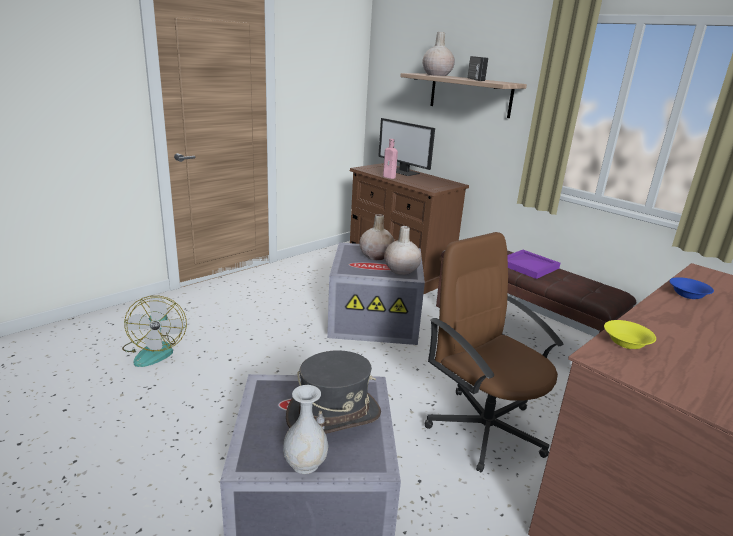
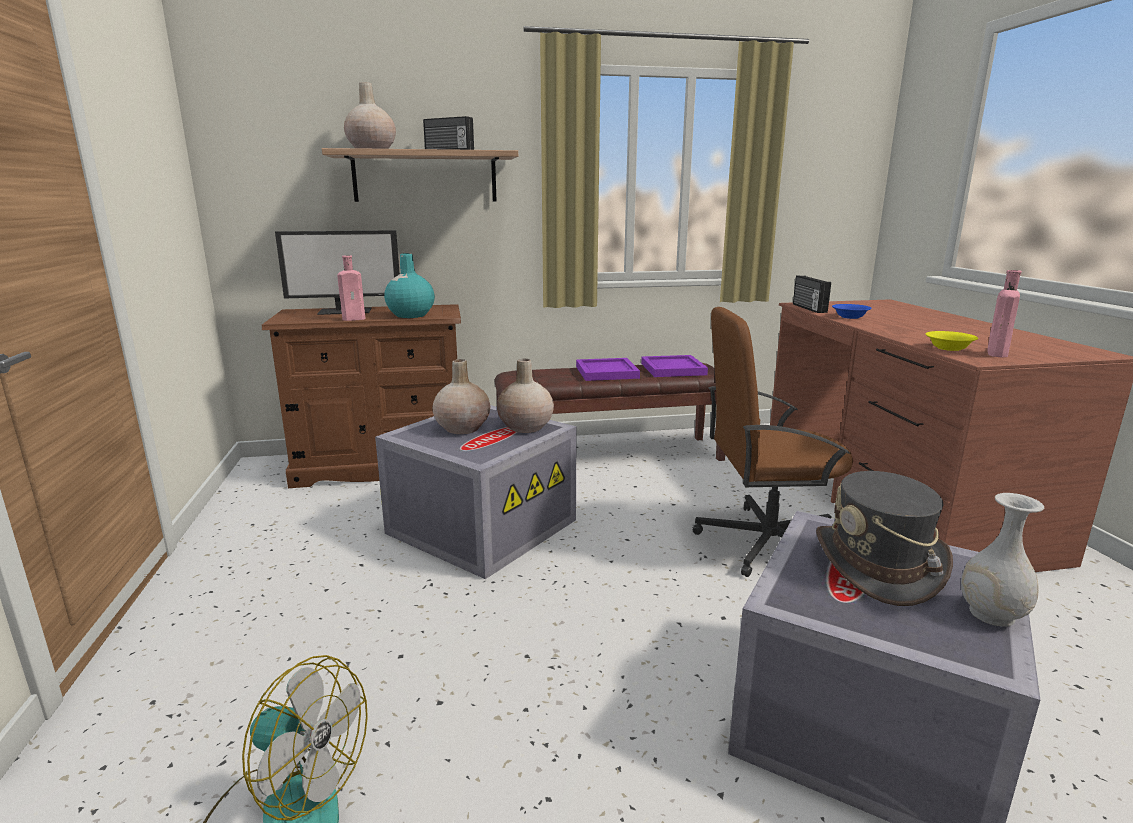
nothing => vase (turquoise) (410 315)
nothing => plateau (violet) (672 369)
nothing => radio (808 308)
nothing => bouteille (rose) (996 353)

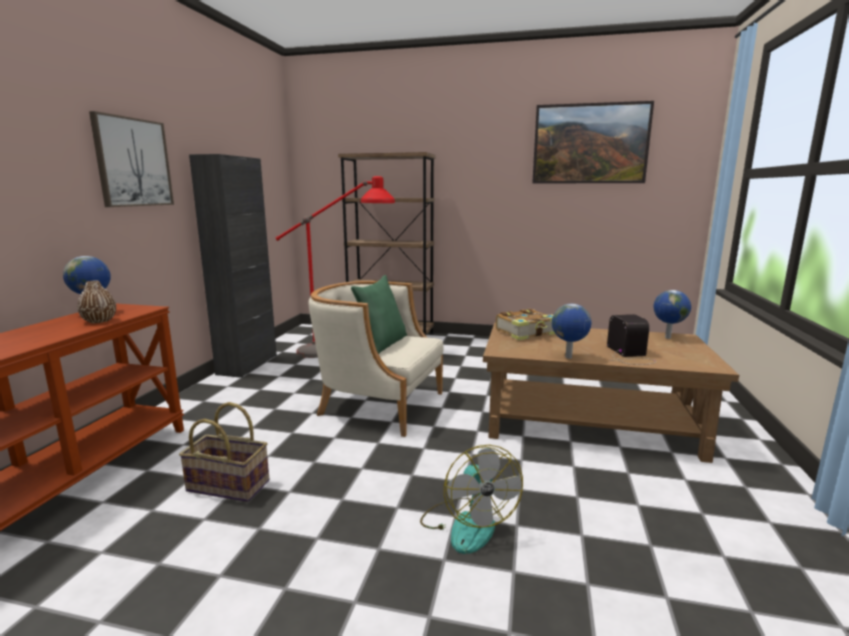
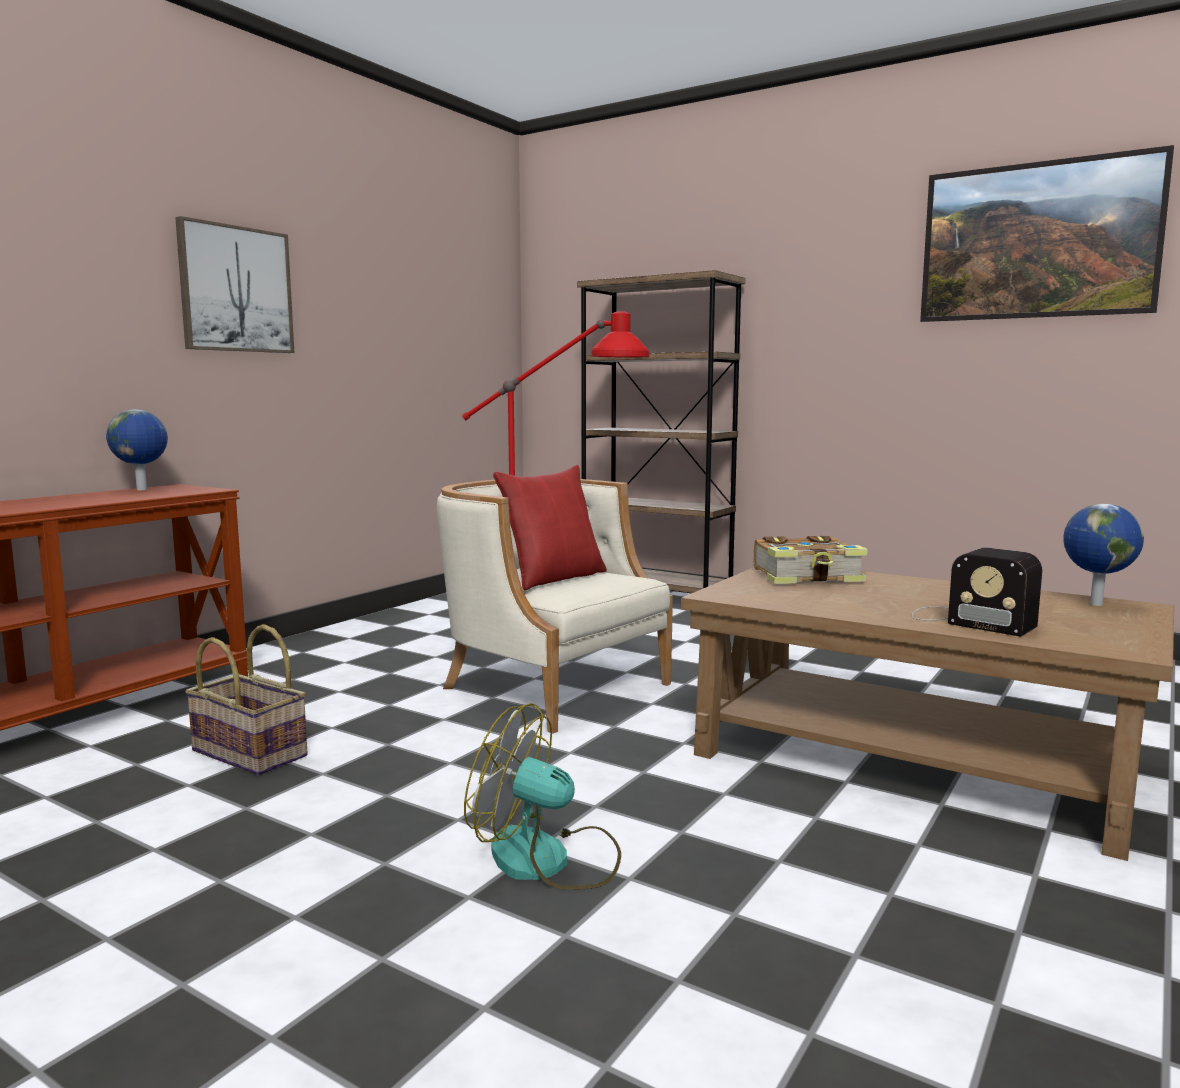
vase (marron) (99 321) => nothing
meuble de rangement (noir) (247 364) => nothing
globe (568 357) => nothing
coussin (vert) (382 344) => coussin (rouge) (553 578)
ventilateur (467 524) => ventilateur (548 860), 105 degrees clockwise
radio (629 355) => radio (967 620), 120 degrees clockwise

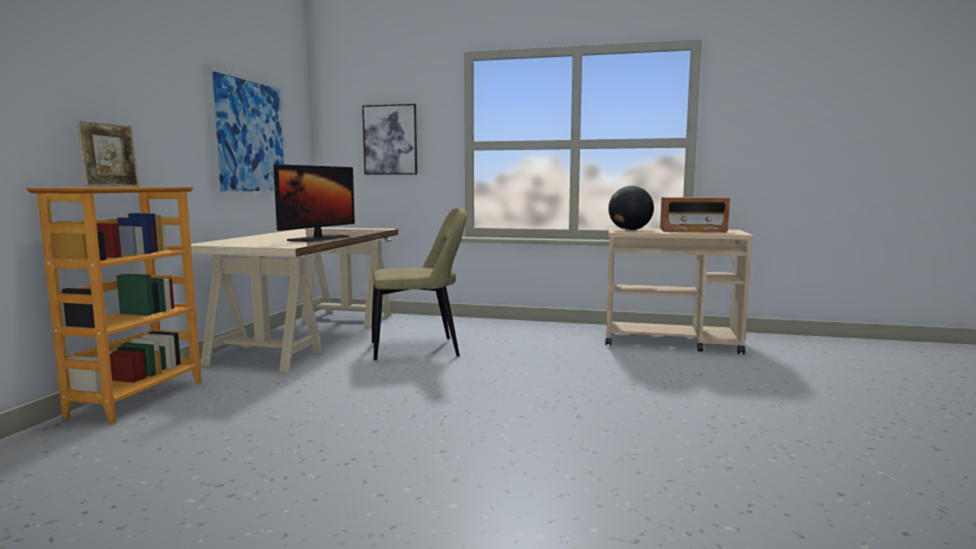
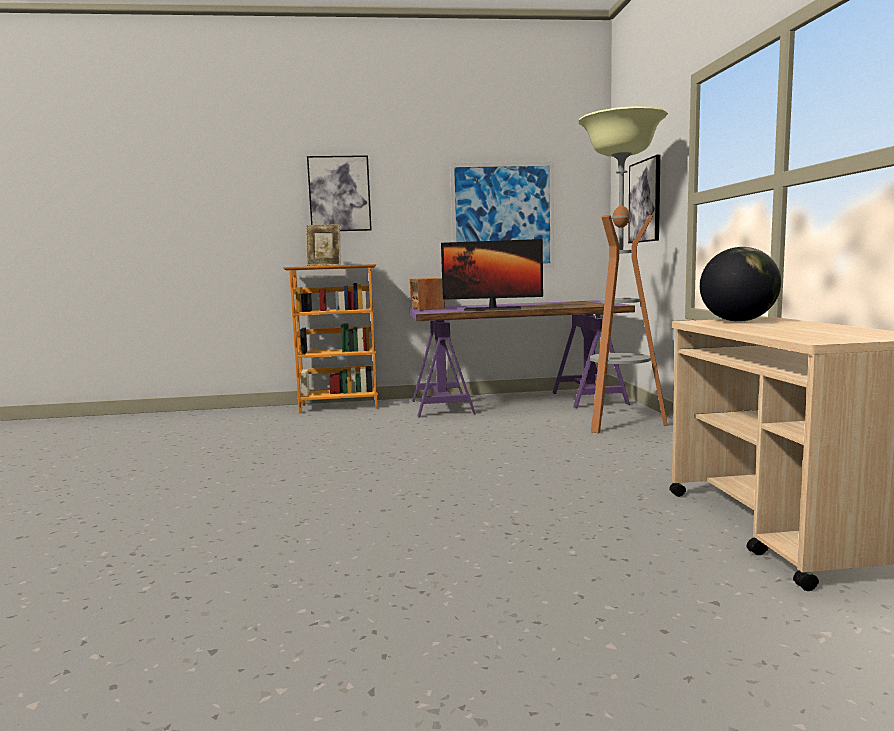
chaise (beige) (419 349) => nothing
nothing => tableau (339 194)
nothing => lampadaire (619 423)
radio (692 231) => radio (426 308), move
bureau (beige) (309 336) => bureau (violet) (516 402)

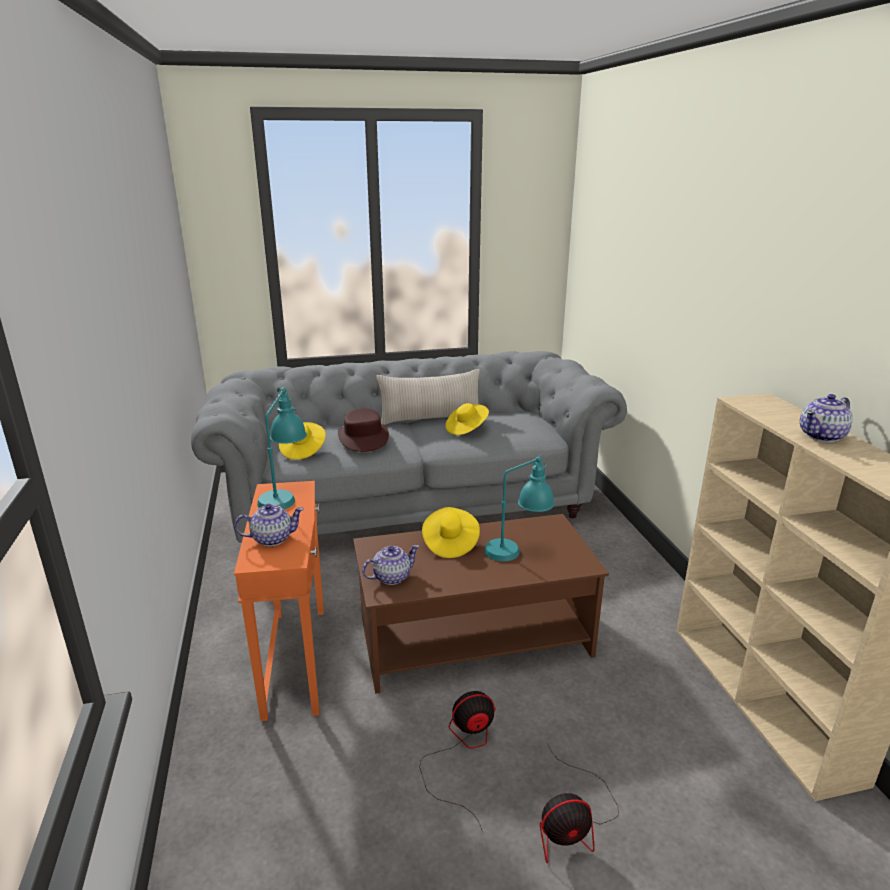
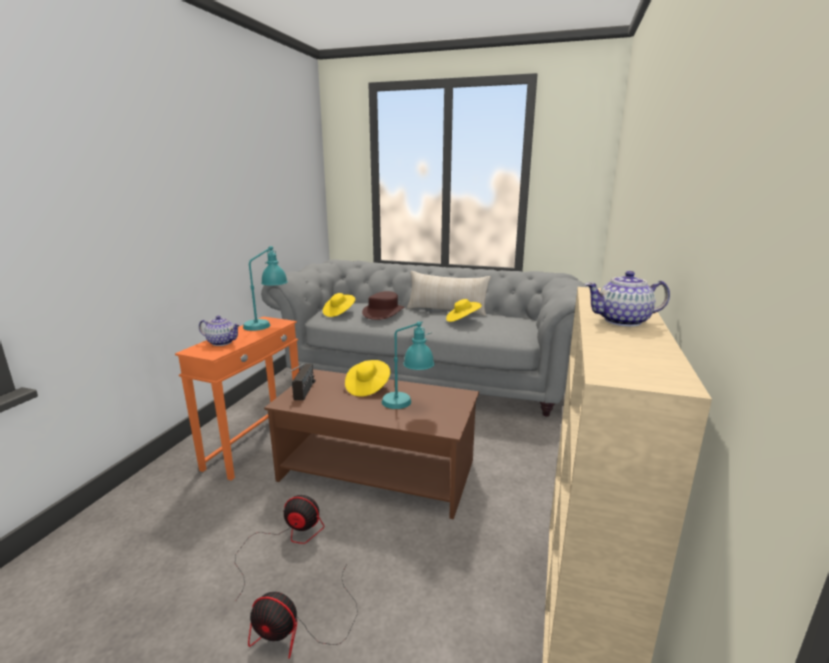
théière (391 577) => radio (302 396)

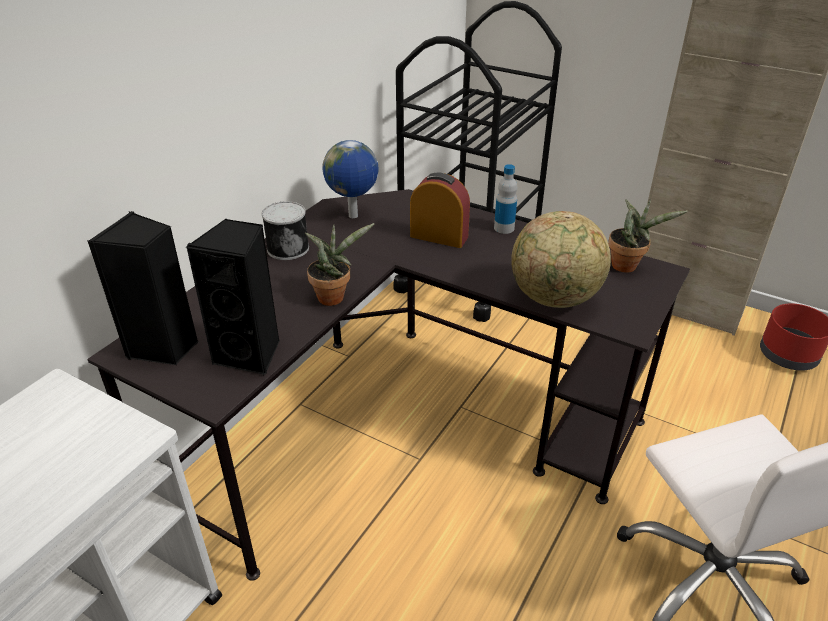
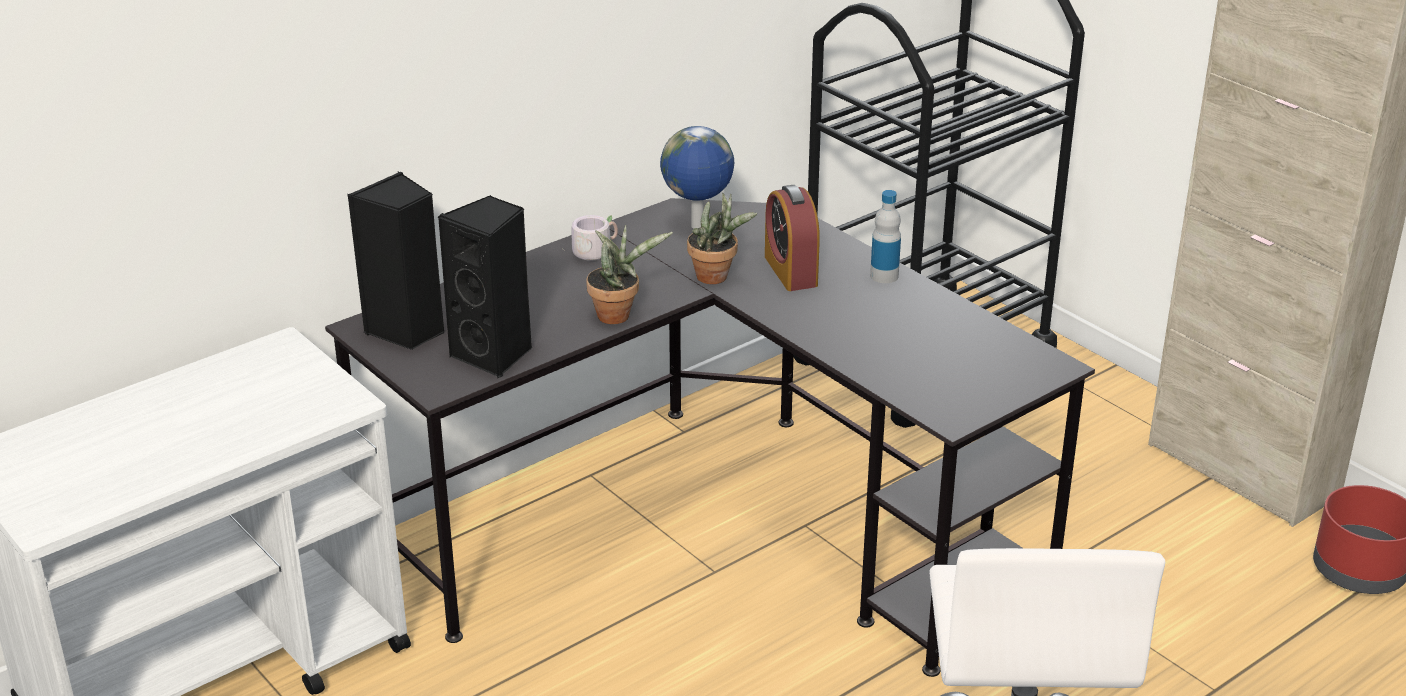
globe (554 299) => nothing
plante en pot (627 265) => plante en pot (717 277), move
boîte métallique (288 248) => mug (gris) (594 251)
réveil (439 236) => réveil (790 271), 150 degrees counterclockwise

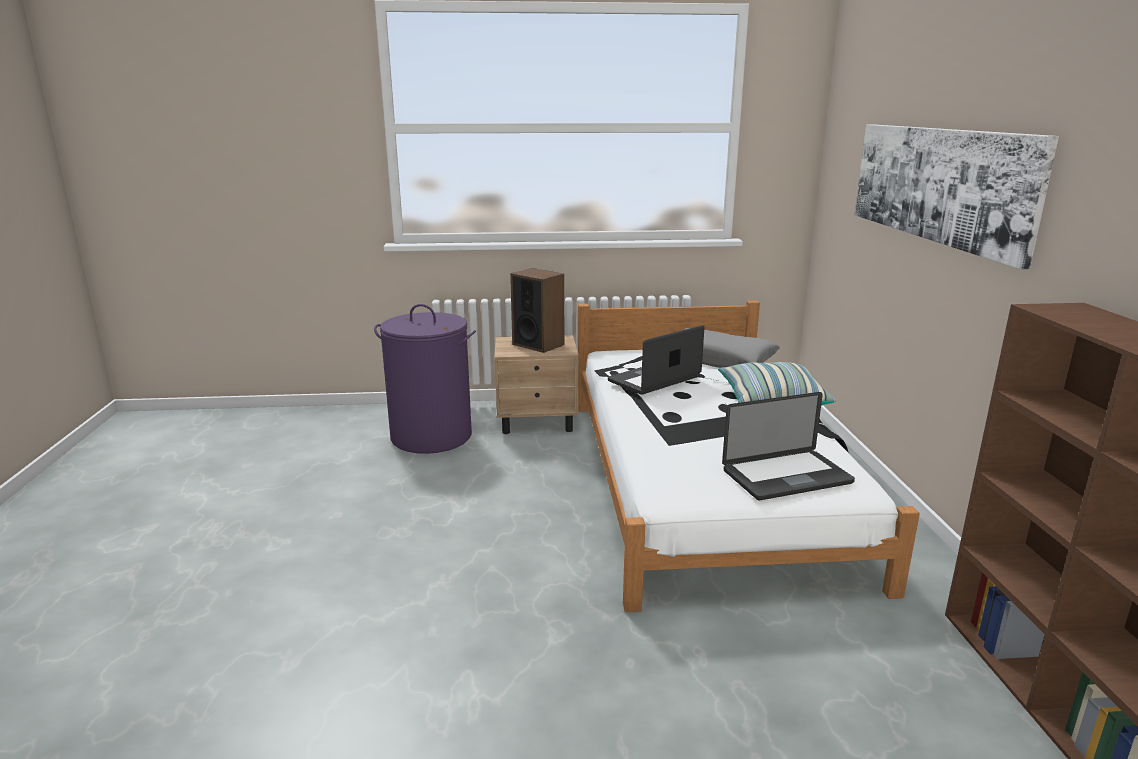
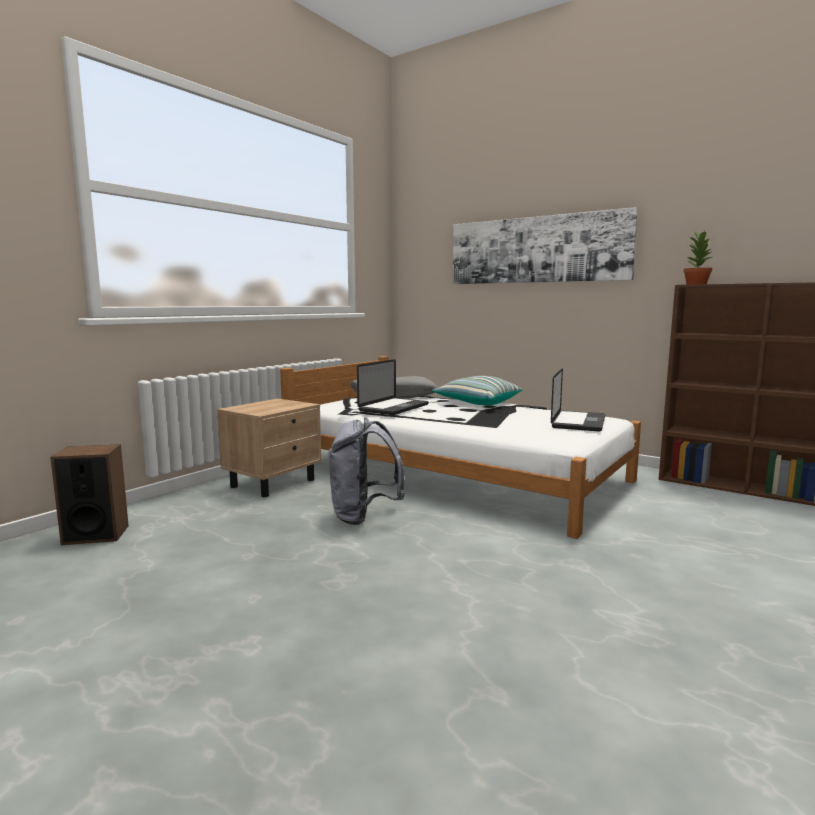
panier à linge (violet) (432 436) => nothing
nothing => sac à dos (gris) (364 517)
nothing => plante en pot (696 284)
enceinte (538 344) => enceinte (96 535), move
ordinateur portable (654 379) => ordinateur portable (394 408), 150 degrees counterclockwise

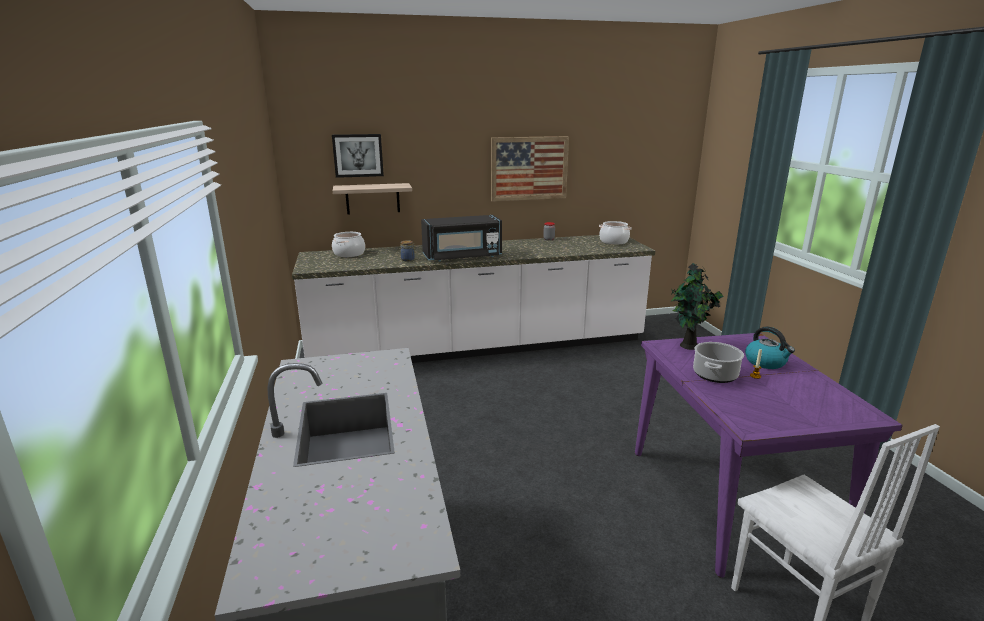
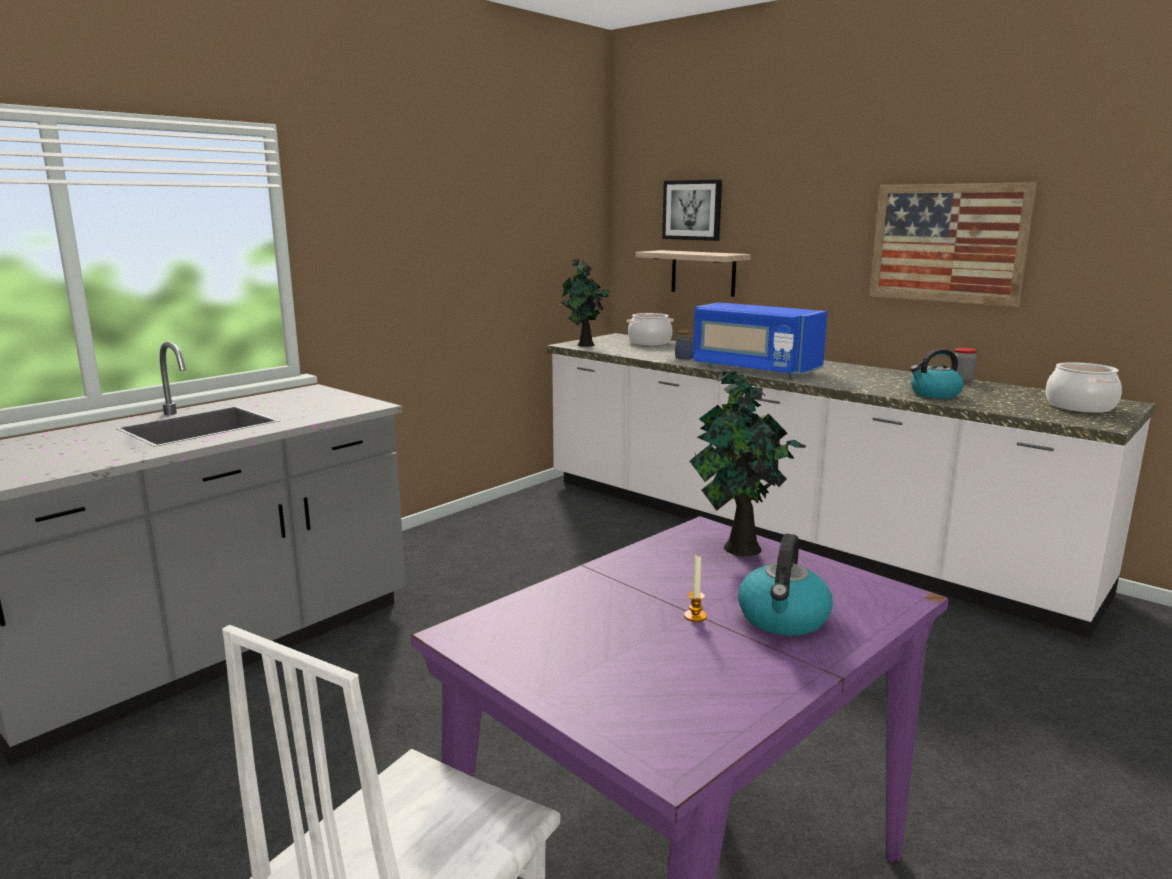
marmite (714 375) => nothing
nothing => plante en pot (584 345)
nothing => bouilloire (934 394)
micro-ondes (noir) (462 257) => micro-ondes (bleu) (754 369)

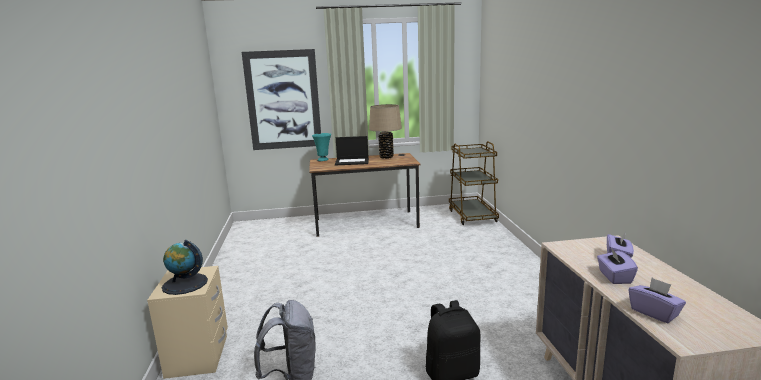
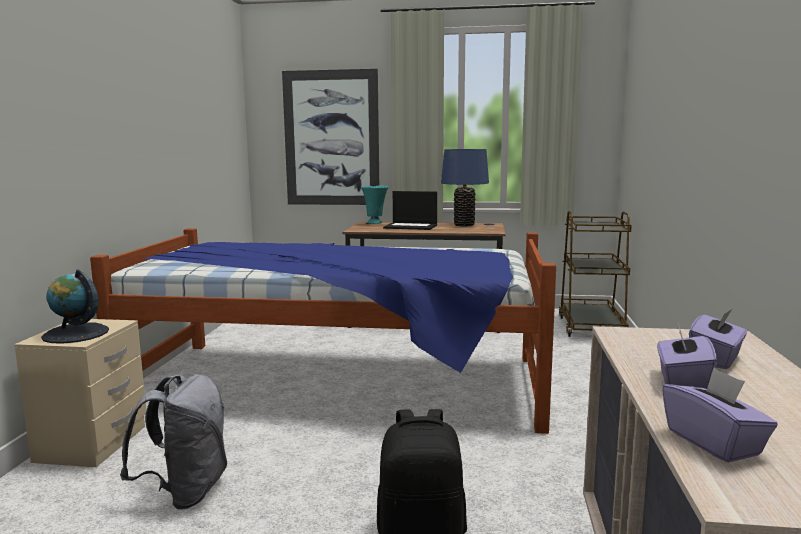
nothing => lit (340 382)
lampe de table (beige) (386 157) => lampe de table (bleu) (464 225)

